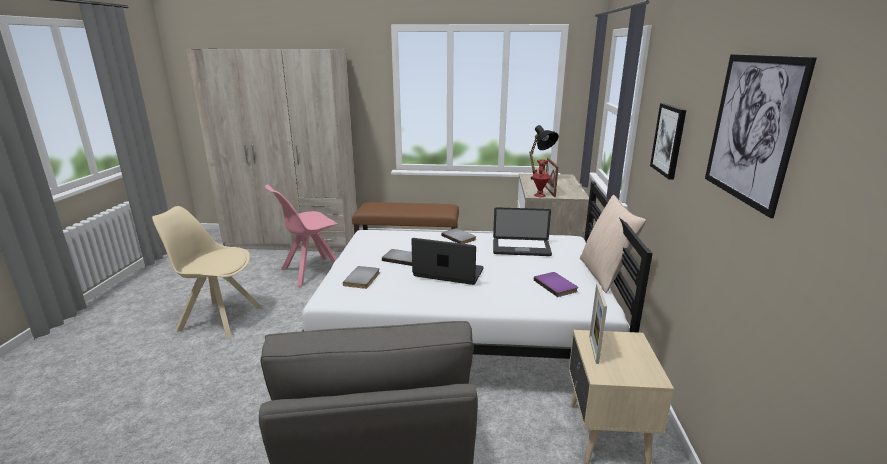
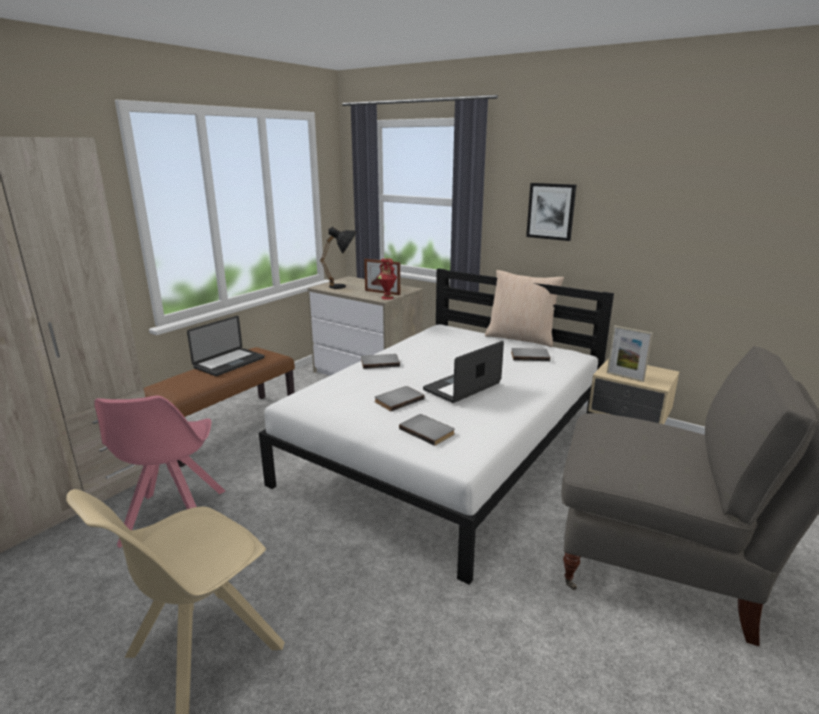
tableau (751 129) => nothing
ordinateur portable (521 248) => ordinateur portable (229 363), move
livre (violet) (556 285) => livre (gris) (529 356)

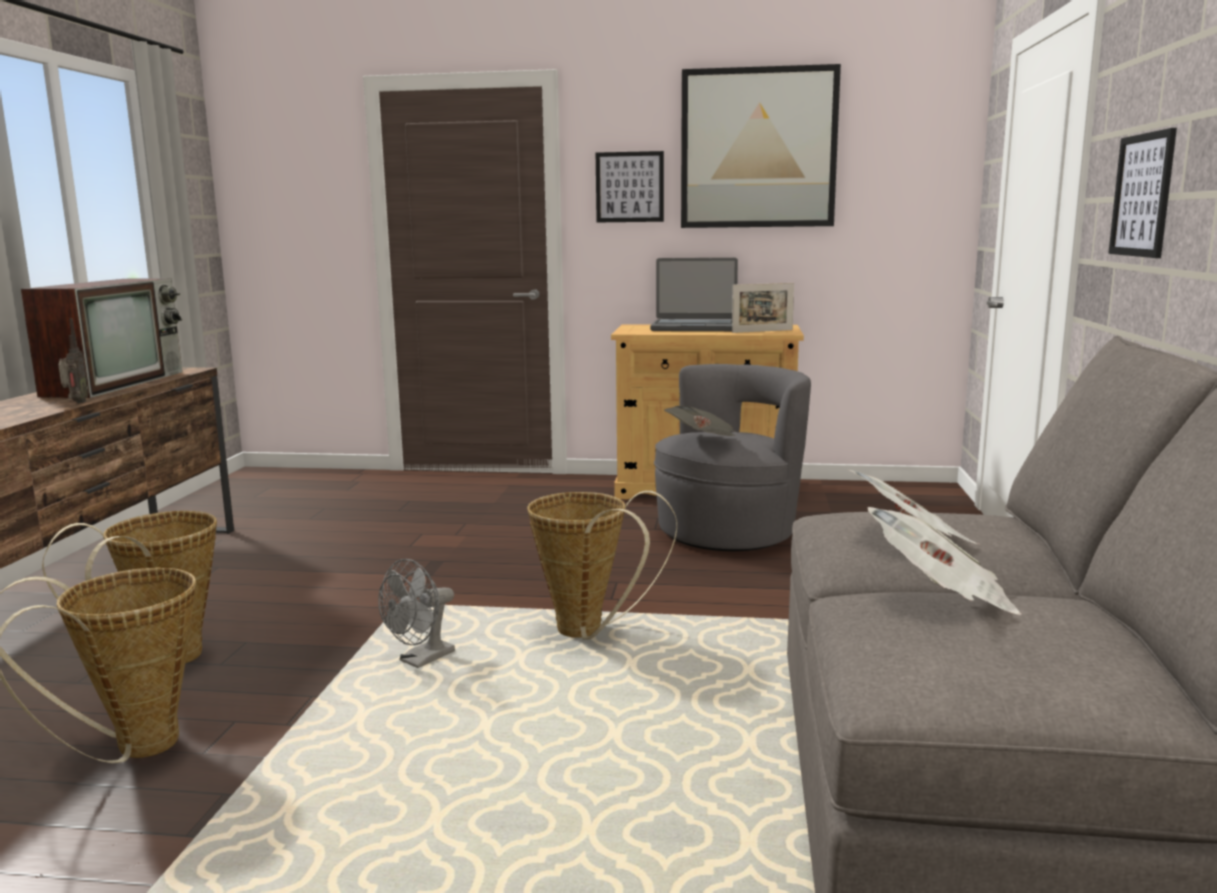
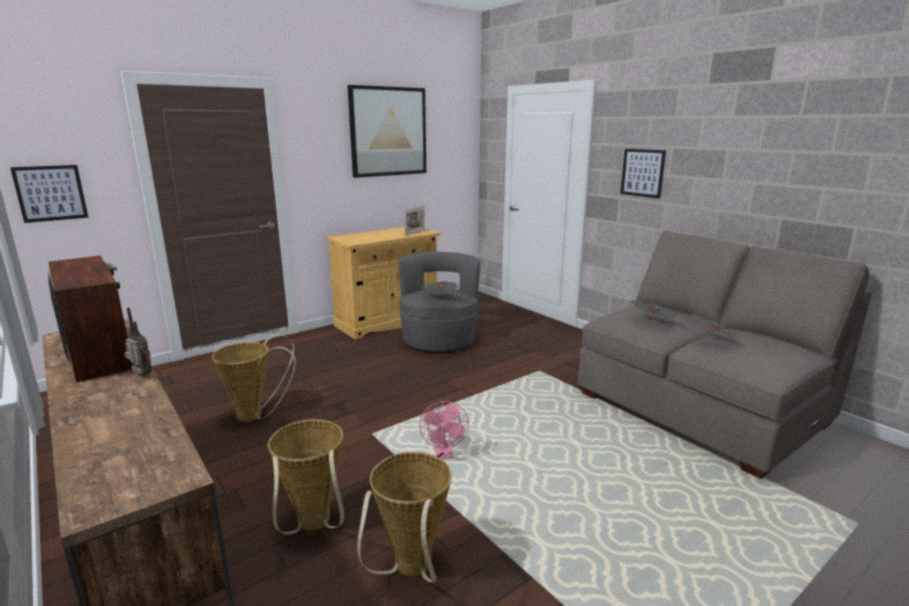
ordinateur portable (694 327) => nothing
panier (589 633) => panier (256 415), move
tableau (629 187) => tableau (50 193), move
ventilateur (gris) (421 661) => ventilateur (rose) (444 454)

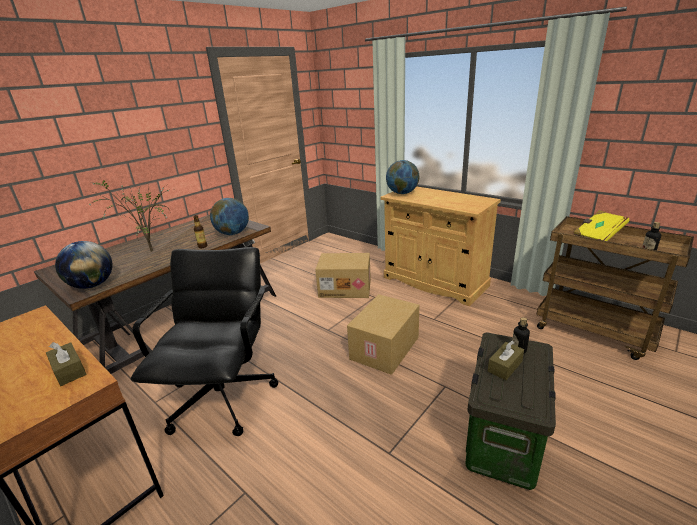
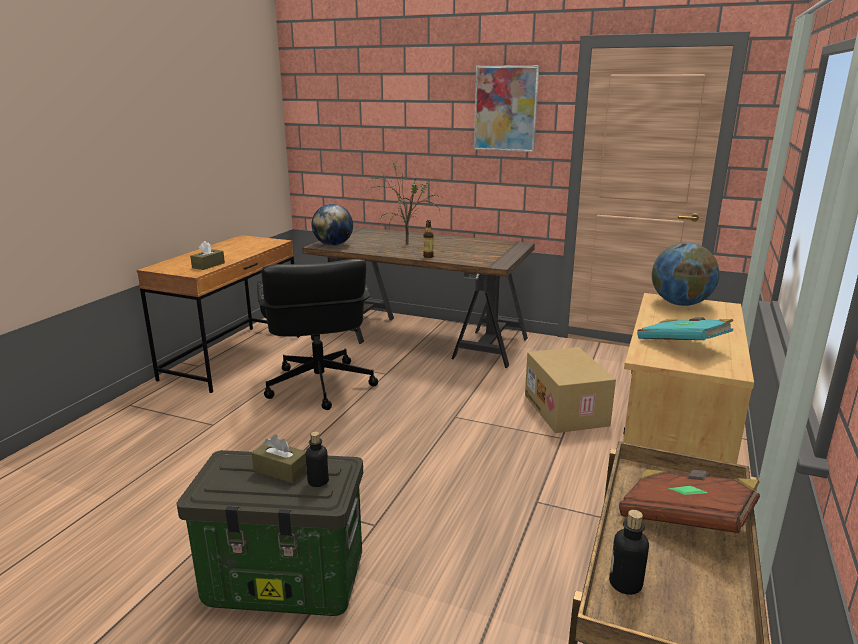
globe (233 233) => nothing
carton (385 348) => nothing
nothing => tableau (505 109)
nothing => livre (turquoise) (682 345)
livre (jaune) (597 236) => livre (marron) (685 519)
chaise de bureau (noir) (223 397) => chaise de bureau (noir) (319 386), 90 degrees clockwise

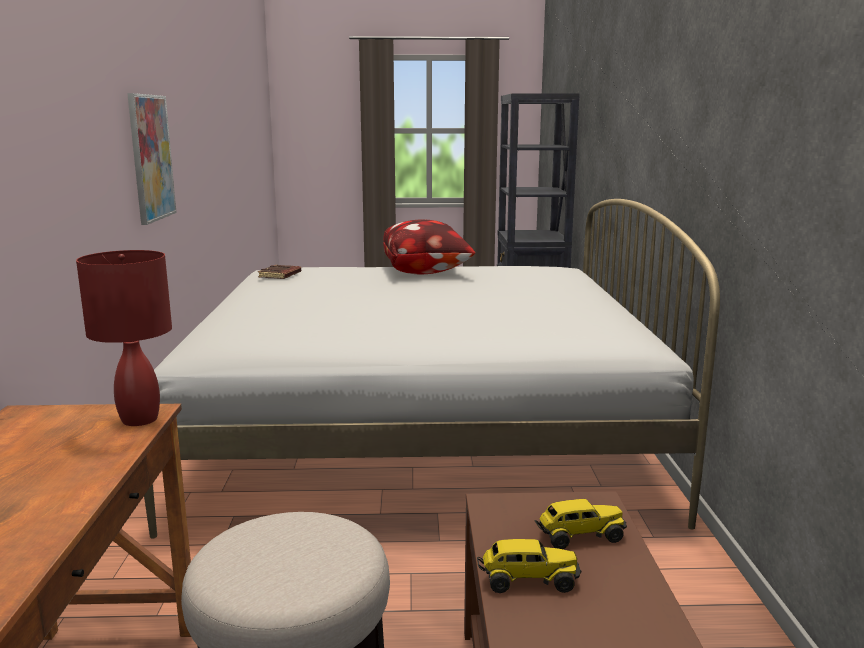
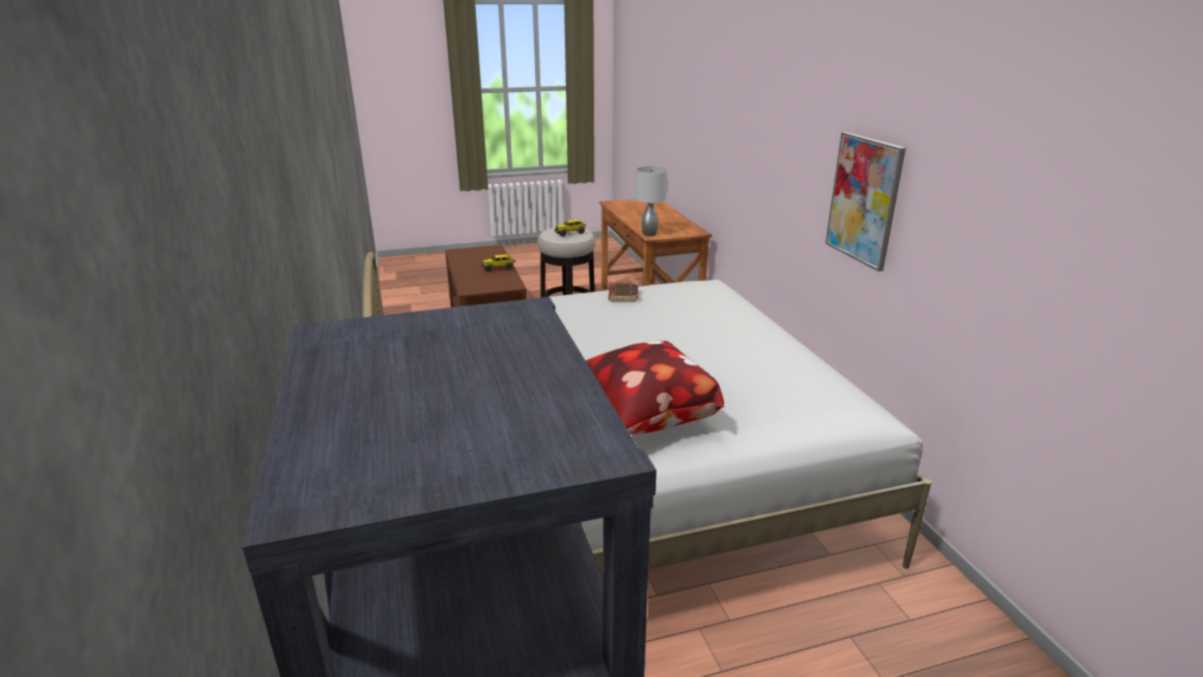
livre (marron) (280 275) => livre (marron) (622 295), move
camion jouet (579 537) => camion jouet (570 233), move
lampe de table (rouge) (138 420) => lampe de table (gris) (649 234)

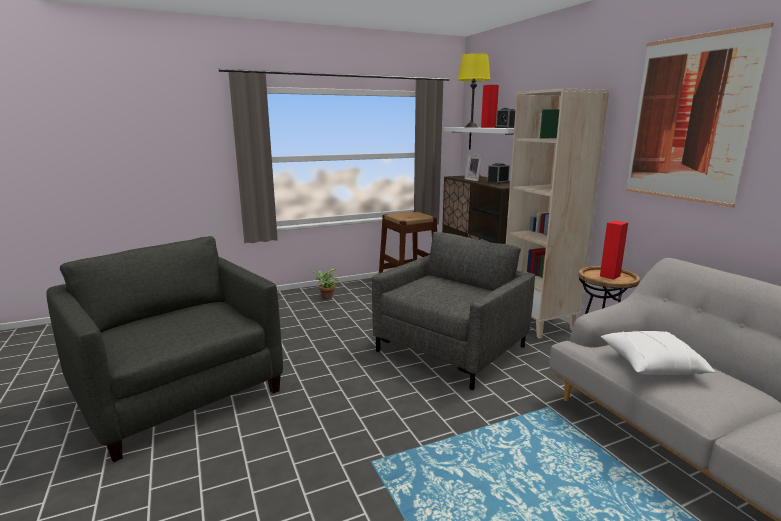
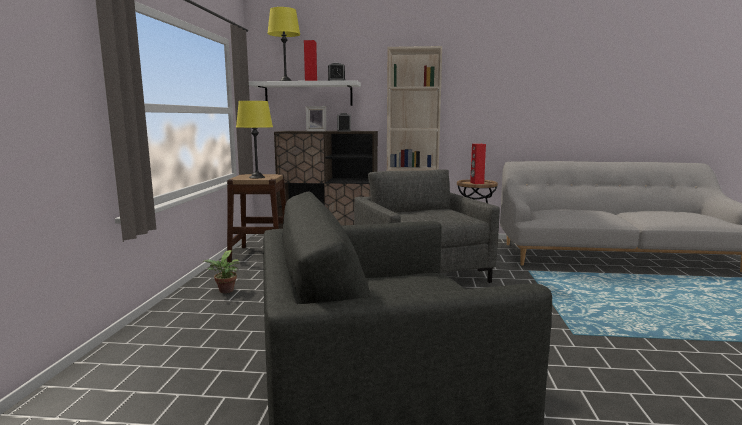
coussin (blanc) (651 365) => nothing
tableau (688 119) => nothing
nothing => lampe de table (jaune) (257 177)

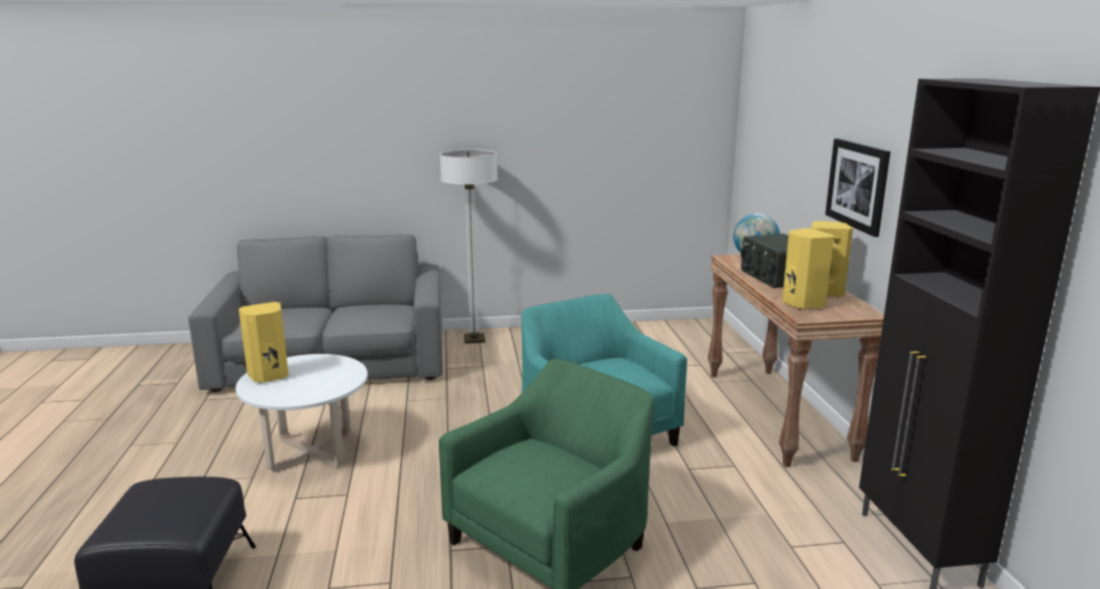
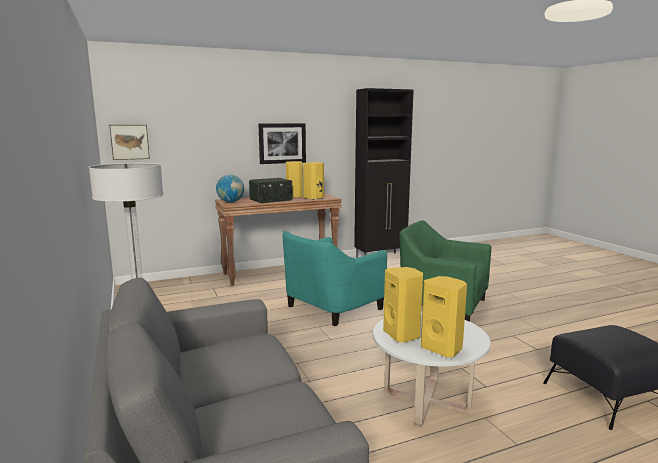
nothing => tableau (129 142)
nothing => enceinte (jaune) (403 334)

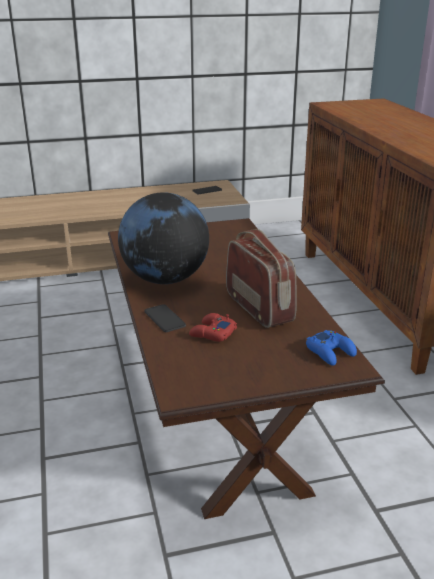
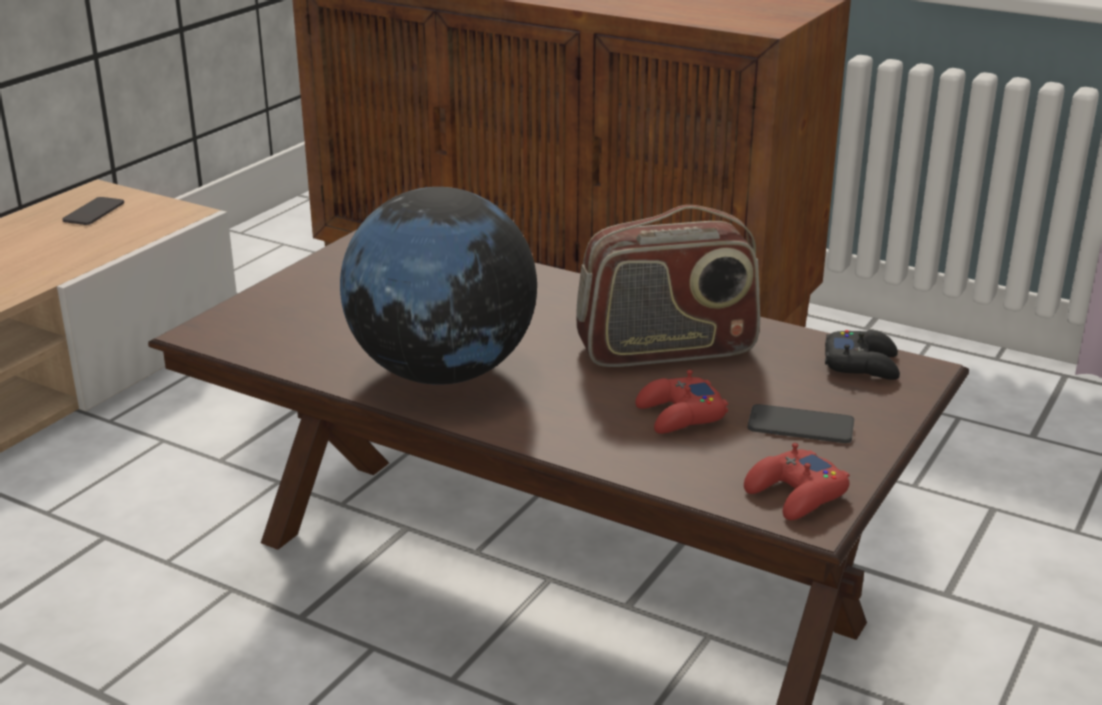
nothing => manette (rouge) (796 494)
téléphone (164 318) => téléphone (800 425), move
manette (bleu) (330 352) => manette (noir) (862 364)
radio (259 307) => radio (666 350), 150 degrees clockwise

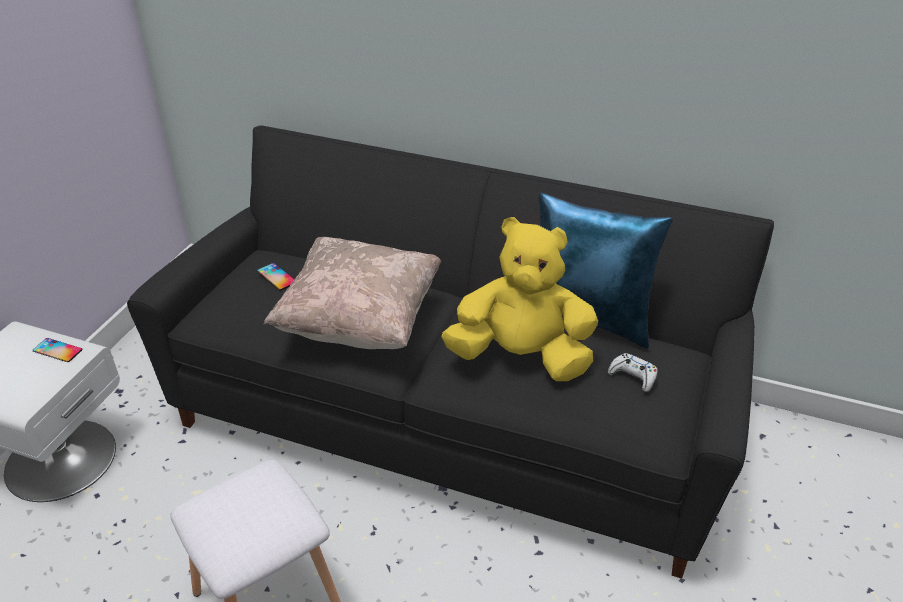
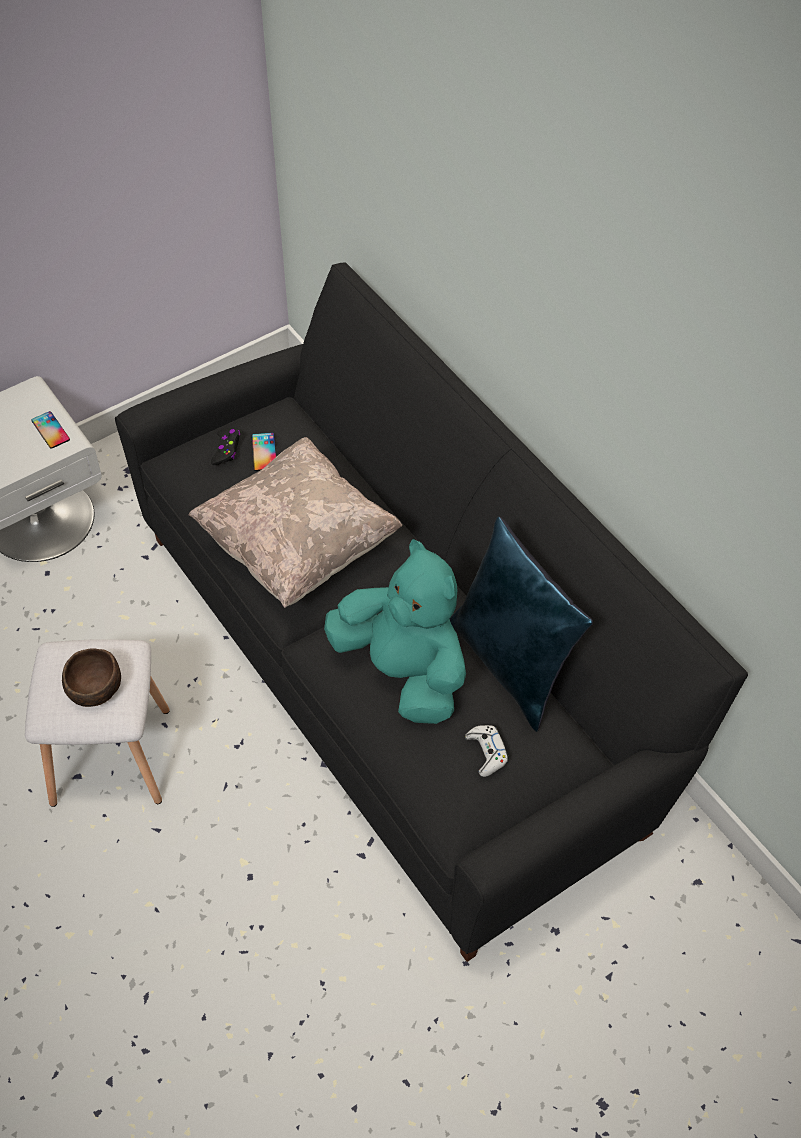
nothing => bol (marron) (93 689)
nothing => manette (noir) (226 449)
peluche (jaune) (521 357) => peluche (turquoise) (404 671)

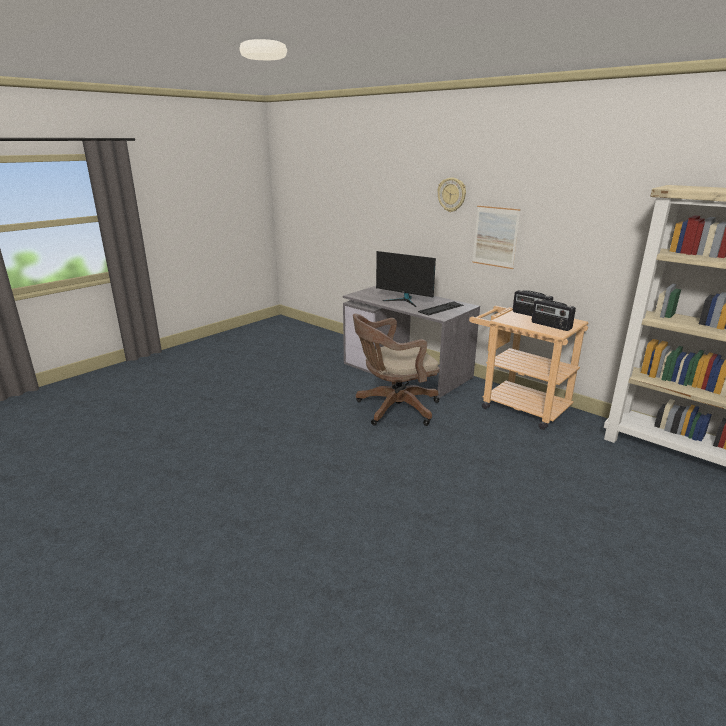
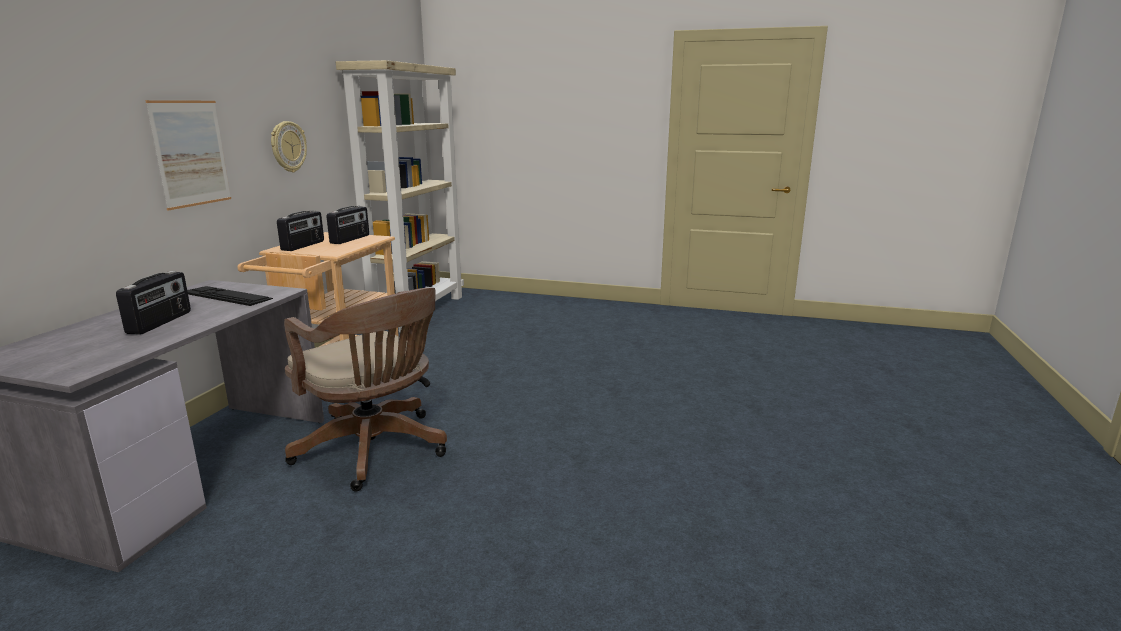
horloge murale (452 194) => horloge murale (288 147), move
écran d'ordinateur (404 301) => radio (160 322)

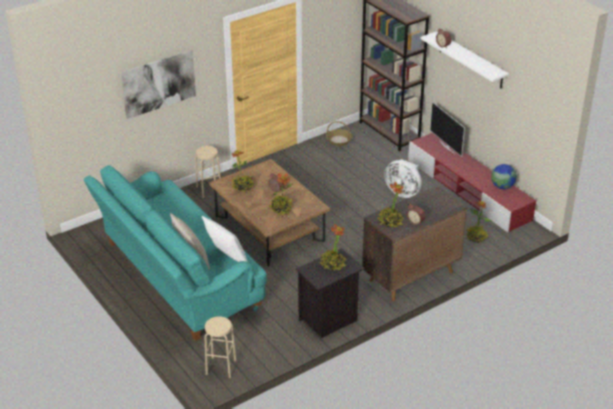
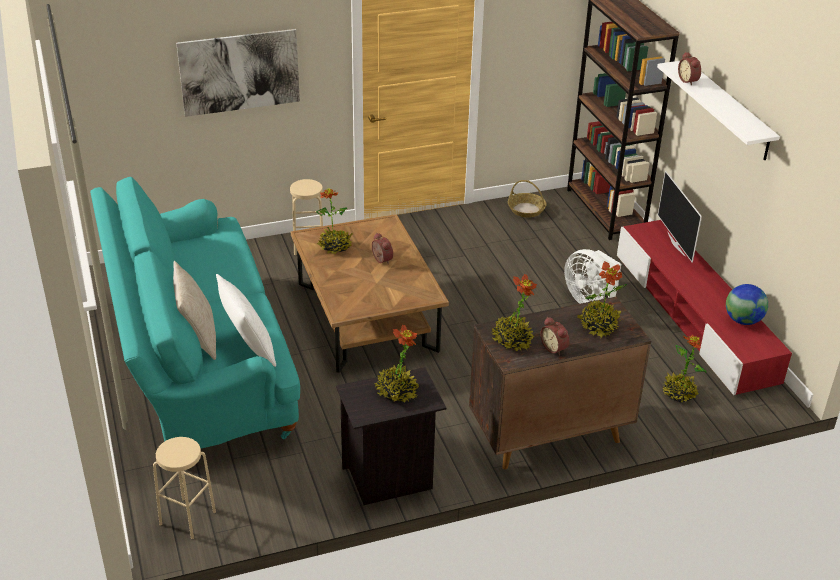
plante en pot (281 209) => plante en pot (598 326), move

